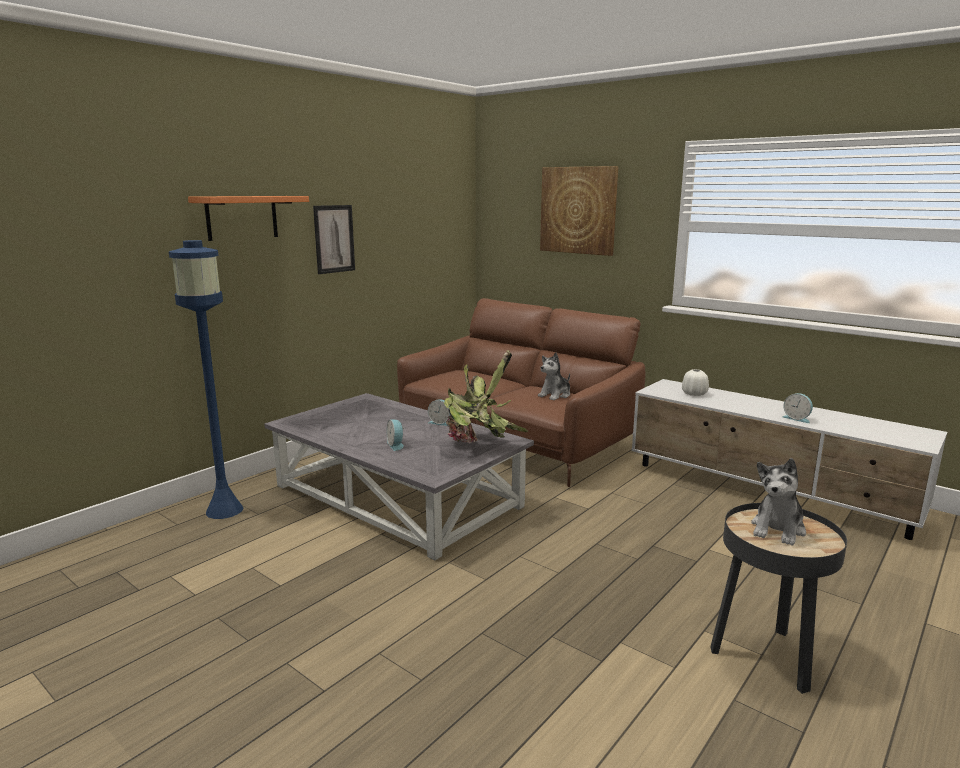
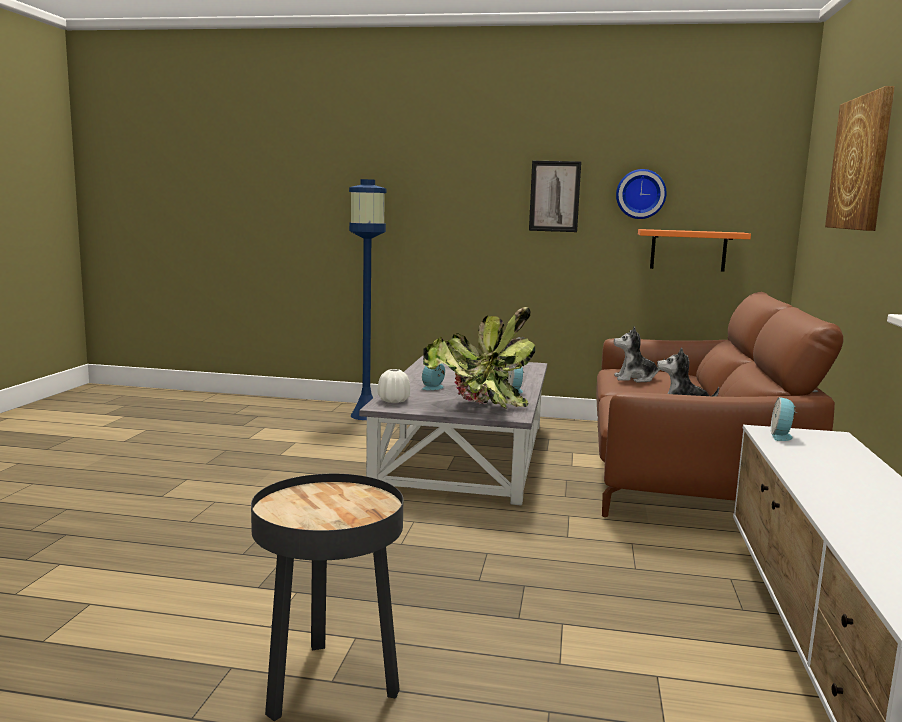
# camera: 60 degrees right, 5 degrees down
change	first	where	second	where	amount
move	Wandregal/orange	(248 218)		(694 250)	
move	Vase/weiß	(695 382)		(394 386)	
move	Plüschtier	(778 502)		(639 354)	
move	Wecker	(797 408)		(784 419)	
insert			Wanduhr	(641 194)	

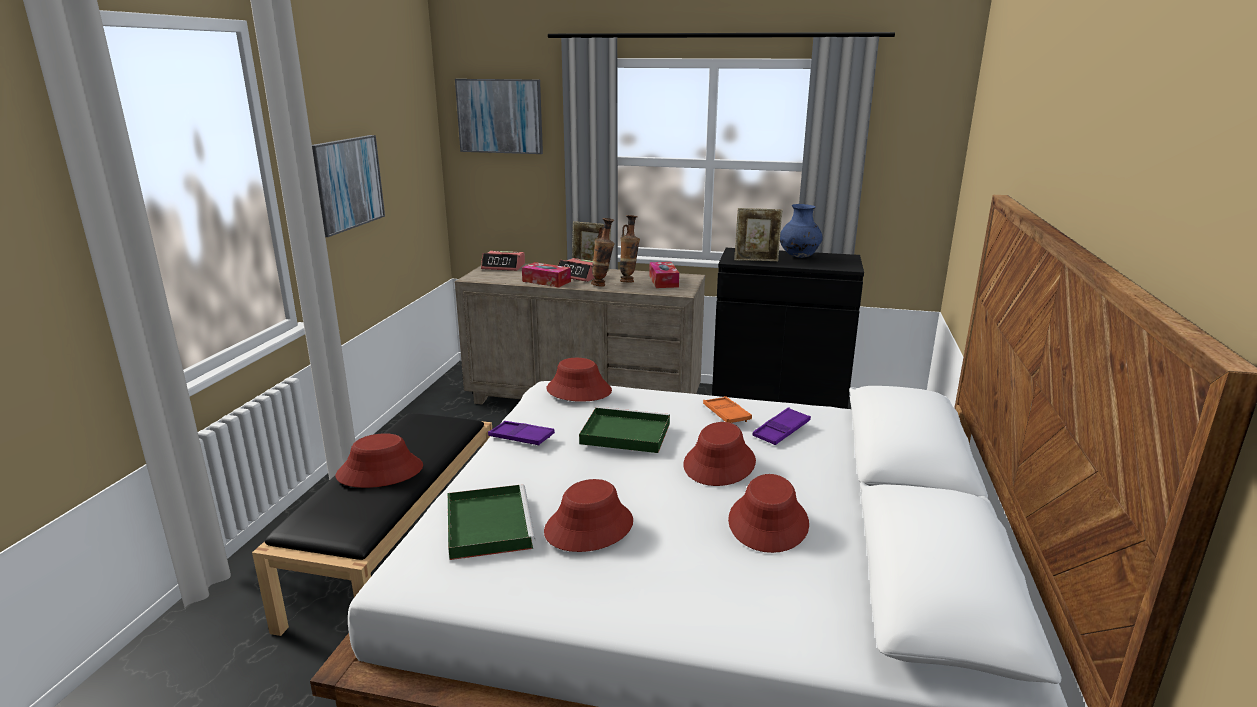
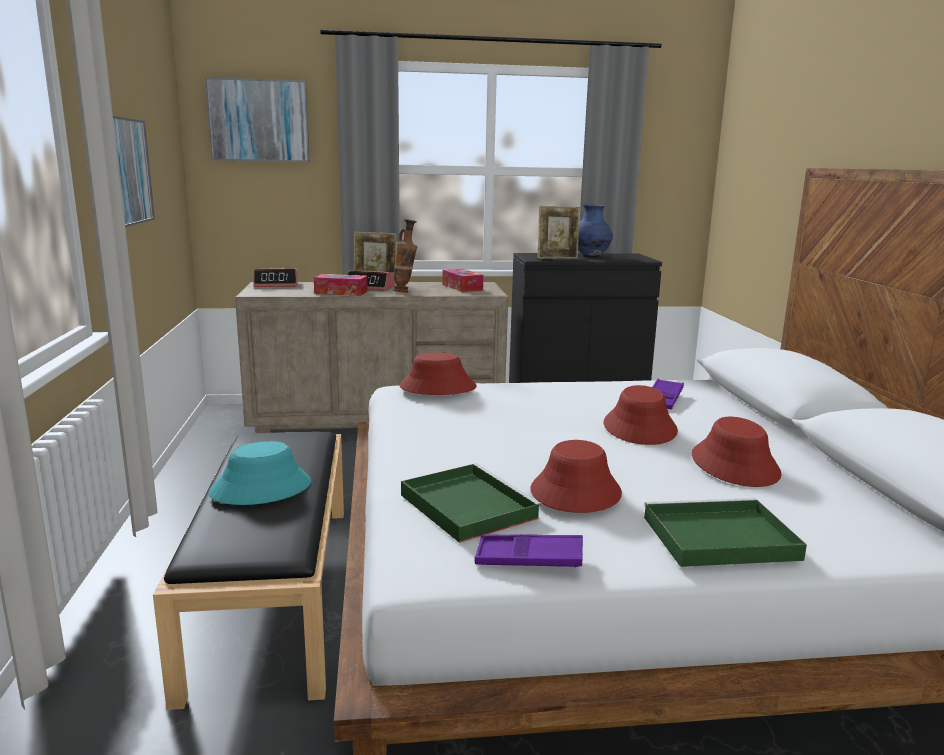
# camera: 20 degrees left, 5 degrees down
change	first	where	second	where	amount
recolor	Hut/rot	(379 460)	Hut/türkis	(260 473)	
move	Tablett/lila	(521 433)		(529 550)	
move	Tablett/grün	(624 430)		(725 532)	
delete	Vase	(630 248)			
delete	Tablett/orange	(727 409)			

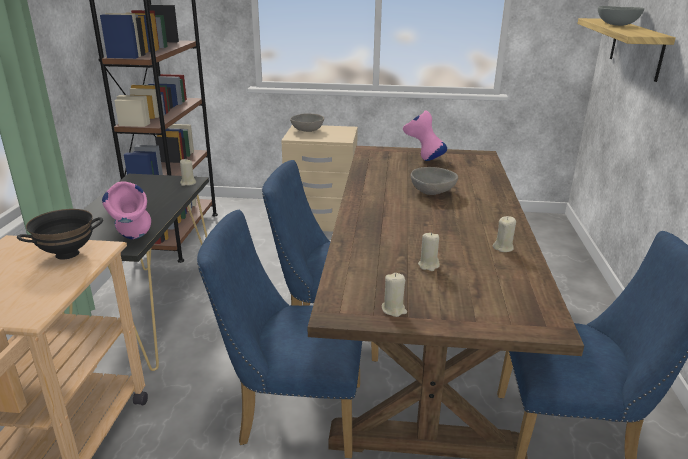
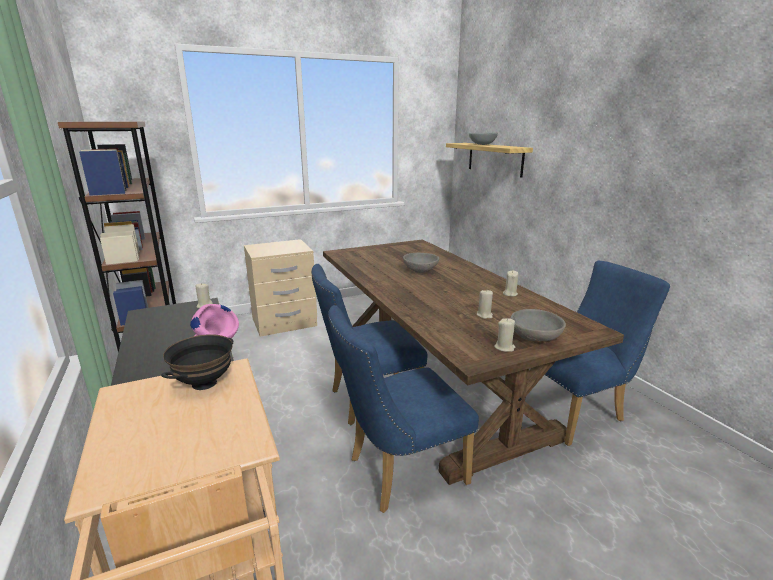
# camera: 30 degrees left, 5 degrees down
change	first	where	second	where	amount
move	Schüssel/grau	(307 123)		(538 325)	
delete	Vase/rosa	(425 135)			

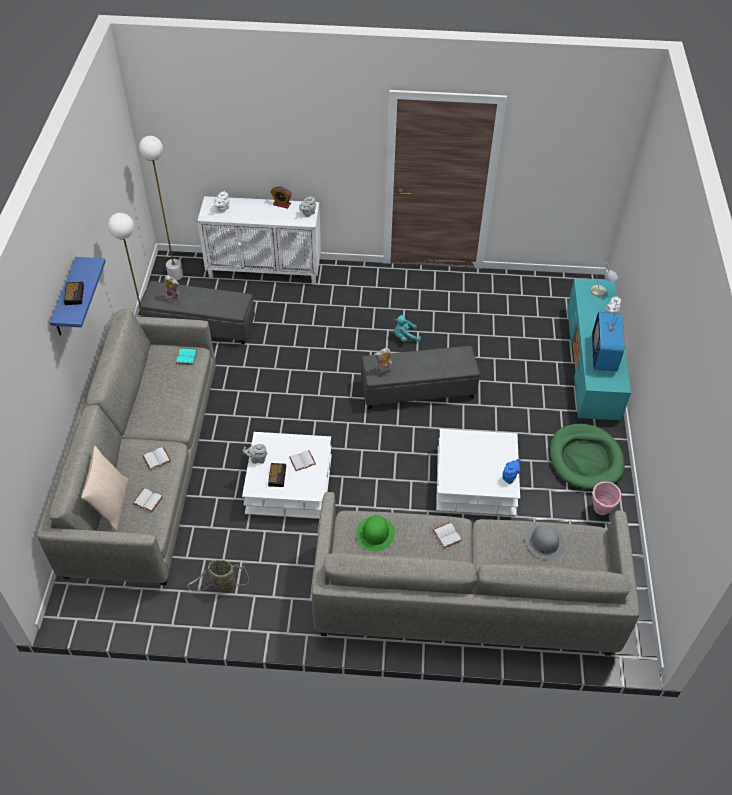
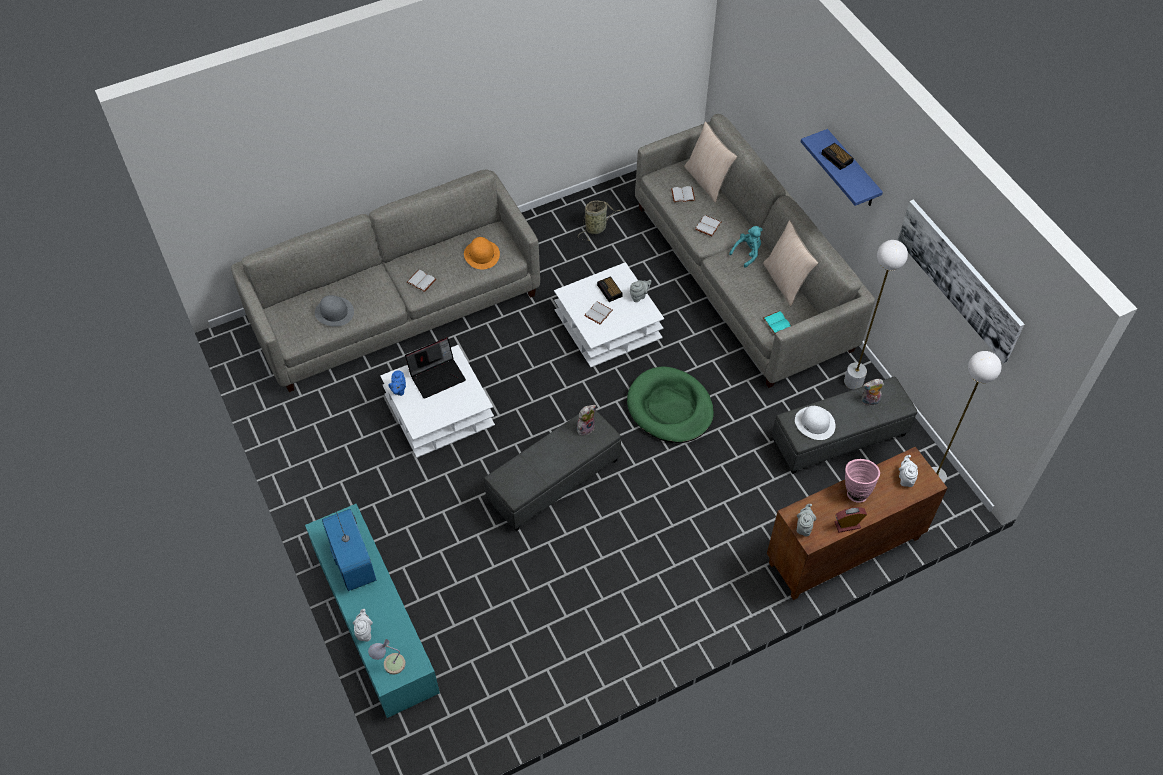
# camera: 150 degrees right, 5 degrees up
change	first	where	second	where	amount
recolor	Schrank/weiß	(259 240)	Schrank/braun	(857 523)	
recolor	Hut/grün	(375 533)	Hut/orange	(482 253)	
move	Plüschtier/türkis	(407 328)		(746 247)	
move	Hundebett/grün	(587 457)		(670 404)	
move	Vase/rosa	(606 498)		(862 481)	
insert			Laptop	(435 368)	
insert			Kissen/beige	(790 263)	
insert			Hut/weiß	(815 423)	
insert			Bild	(961 281)	

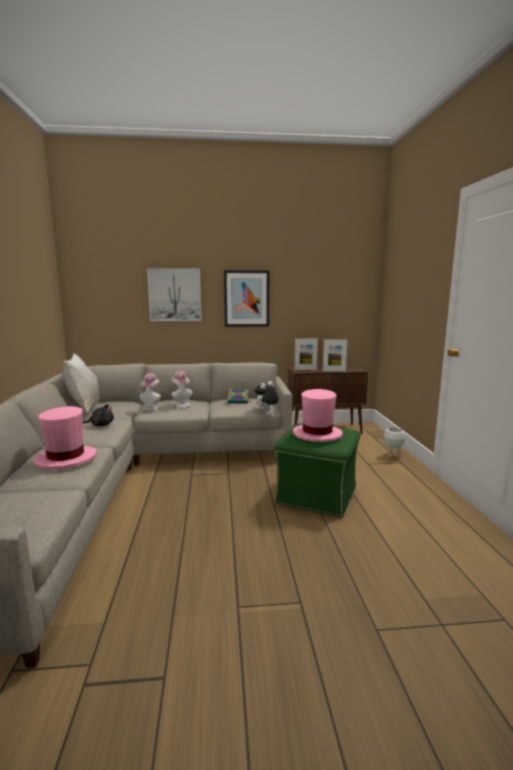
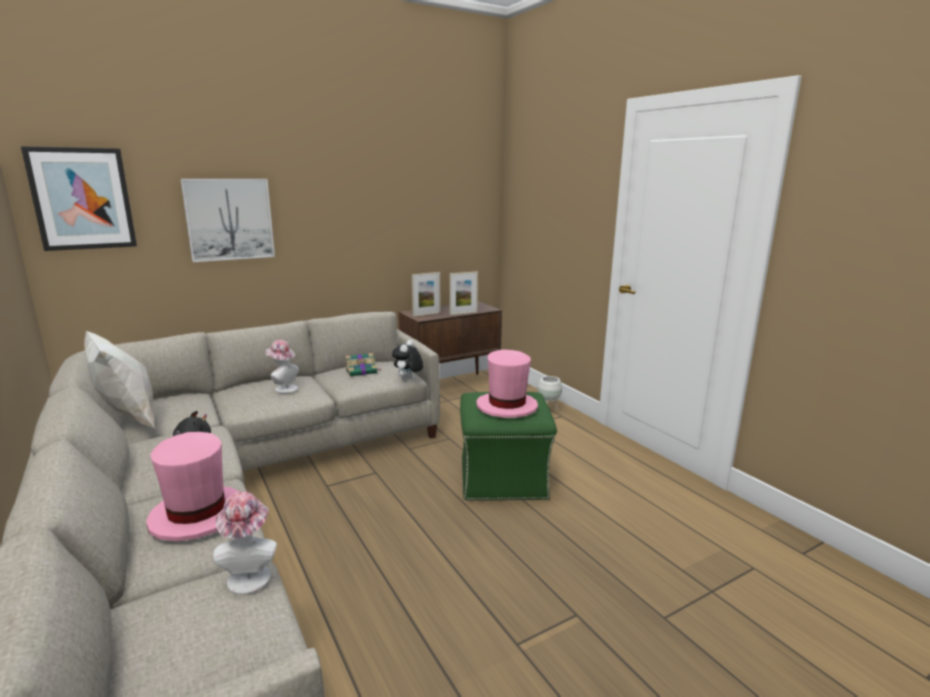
# camera: 25 degrees left, 5 degrees up
change	first	where	second	where	amount
move	Hut	(150 392)		(245 543)	
move	Bild	(246 298)		(79 198)	

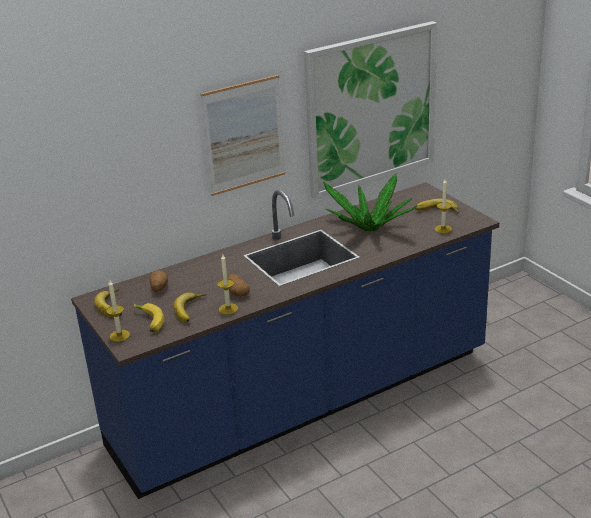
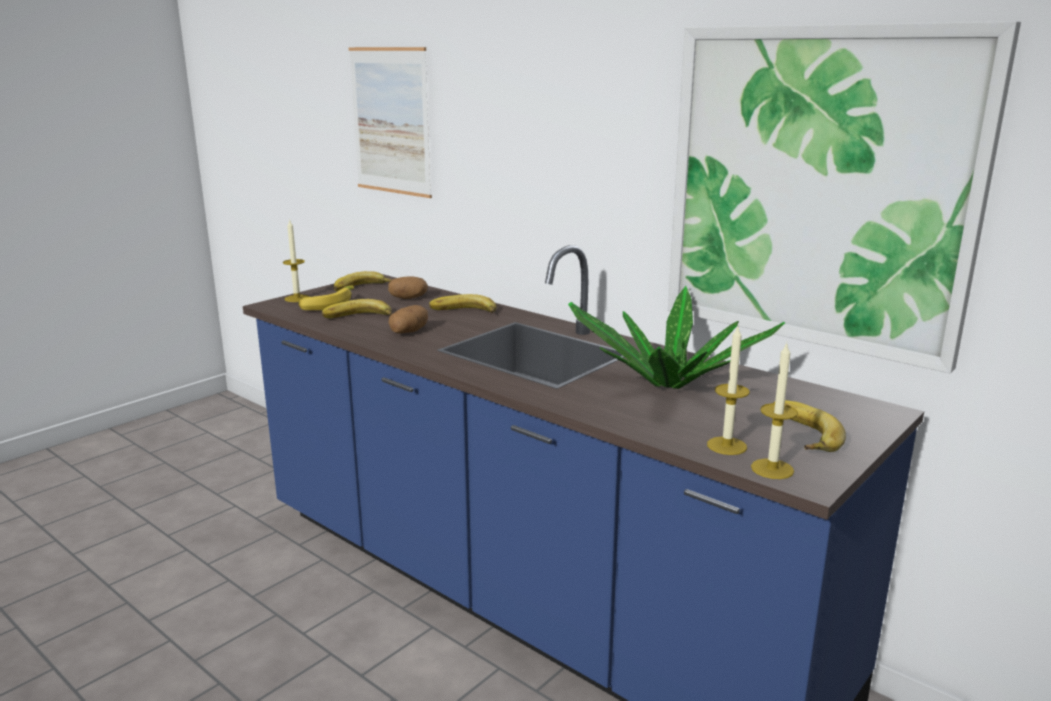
# camera: 70 degrees right, 10 degrees down
change	first	where	second	where	amount
move	Bild	(243 135)		(390 122)	
move	Kerze	(227 284)		(774 411)	
insert			Banane	(463 303)	

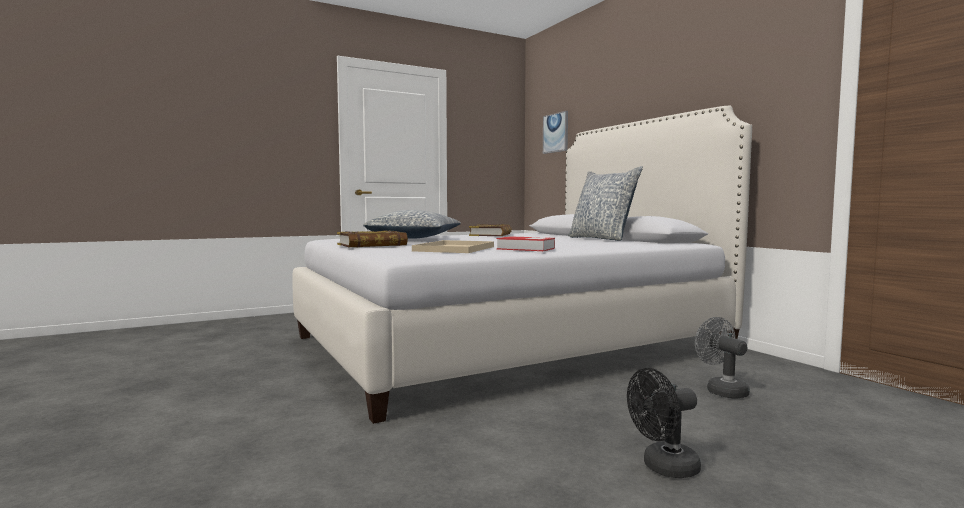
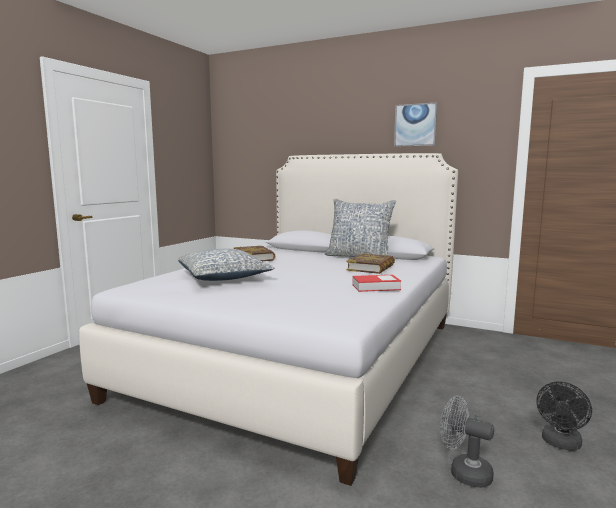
# camera: 35 degrees left, 5 degrees up
change	first	where	second	where	amount
move	Buch	(372 238)		(370 263)	
delete	Tablett/beige	(453 246)			
move	Bild	(555 132)		(415 124)	
move	Ventilator/grau	(722 357)		(467 442)	

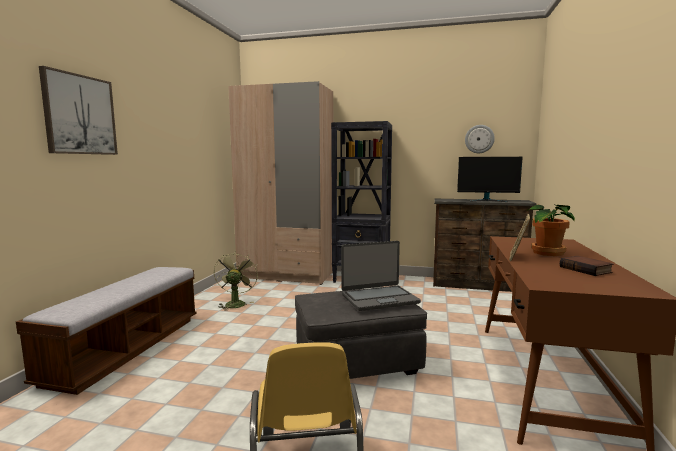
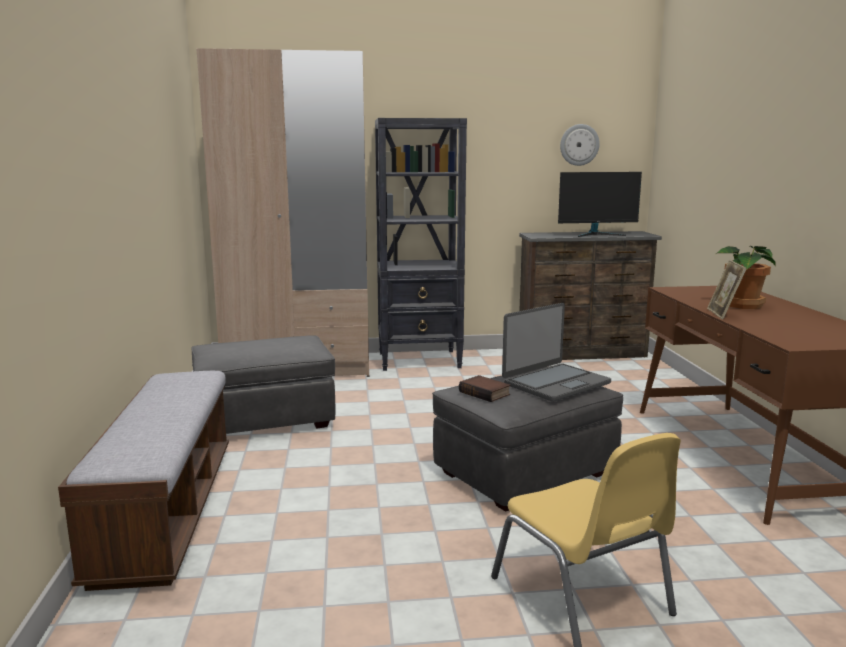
# camera: 20 degrees left, 5 degrees up
change	first	where	second	where	amount
delete	Bild	(78 110)			
replace	Ventilator/grün	(236 281)	Polsterhocker/grau	(263 384)	
move	Buch	(586 266)		(484 388)	

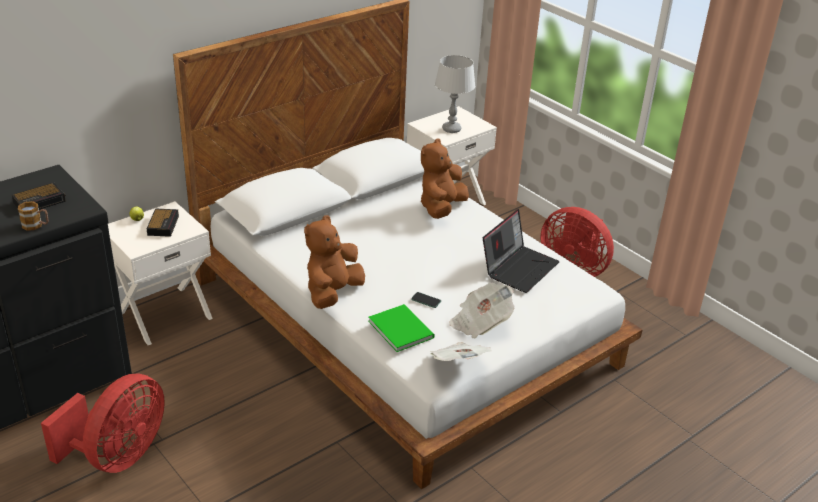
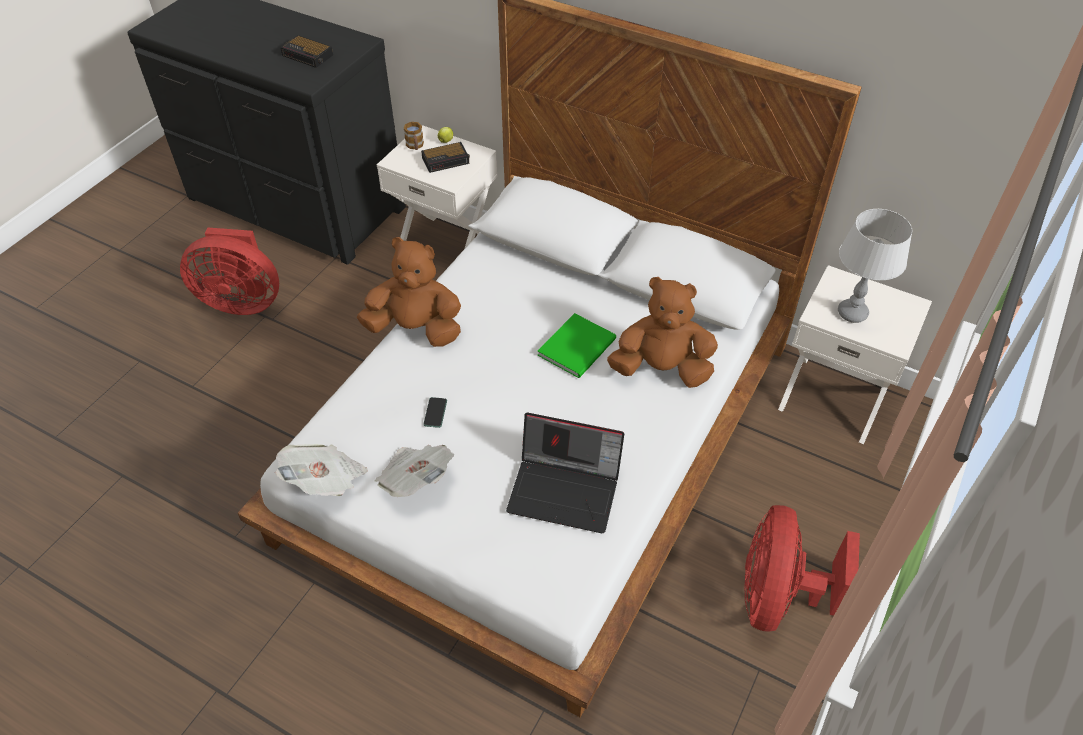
# camera: 70 degrees right, 15 degrees up
change	first	where	second	where	amount
move	Henkelbecher	(33 216)		(414 136)	
move	Buch/grün	(401 328)		(576 345)	

